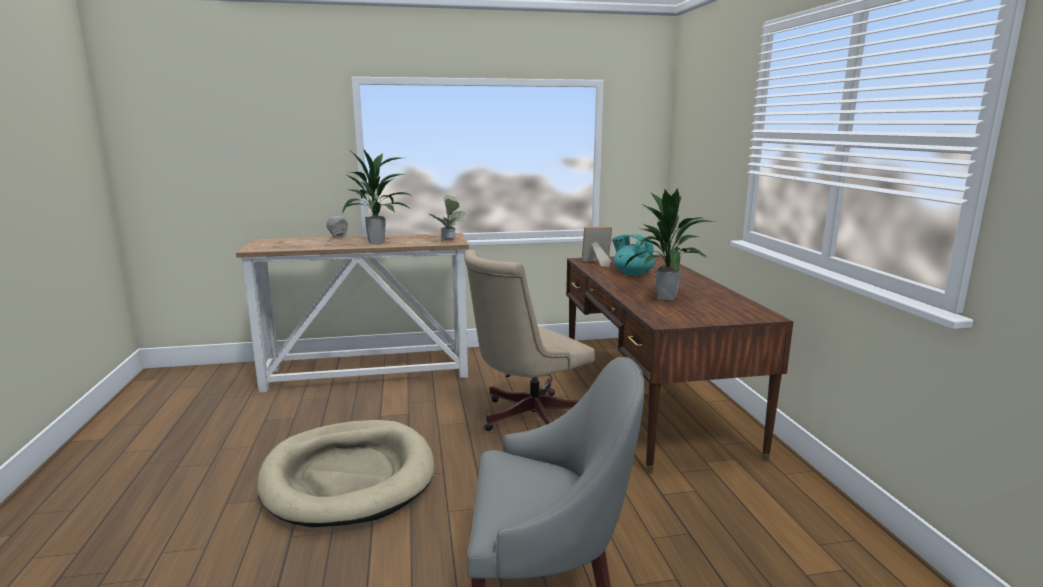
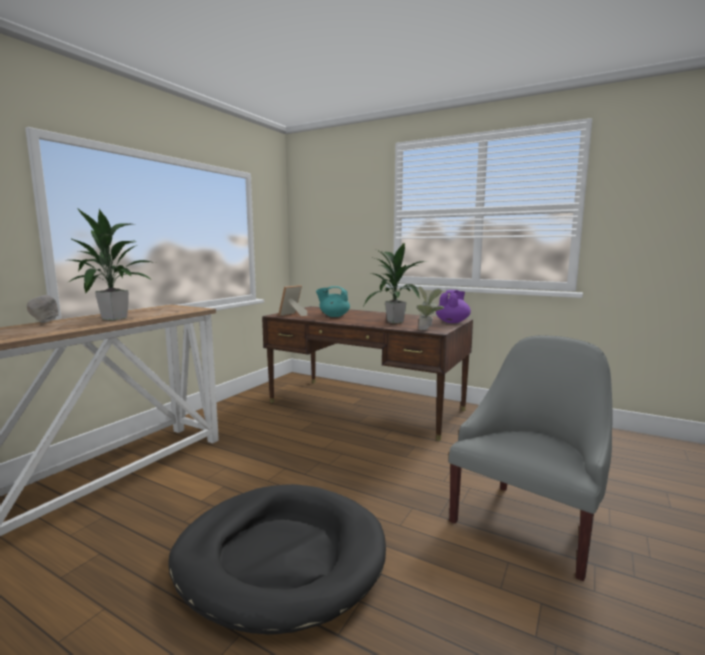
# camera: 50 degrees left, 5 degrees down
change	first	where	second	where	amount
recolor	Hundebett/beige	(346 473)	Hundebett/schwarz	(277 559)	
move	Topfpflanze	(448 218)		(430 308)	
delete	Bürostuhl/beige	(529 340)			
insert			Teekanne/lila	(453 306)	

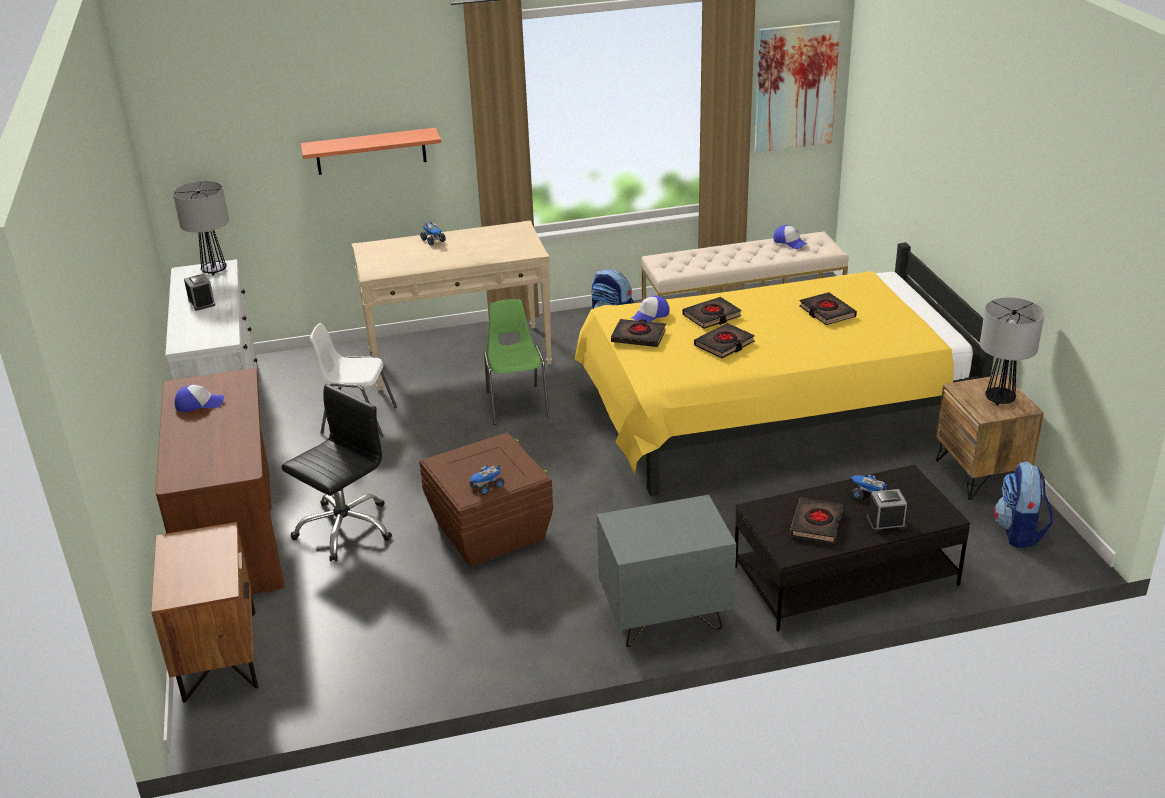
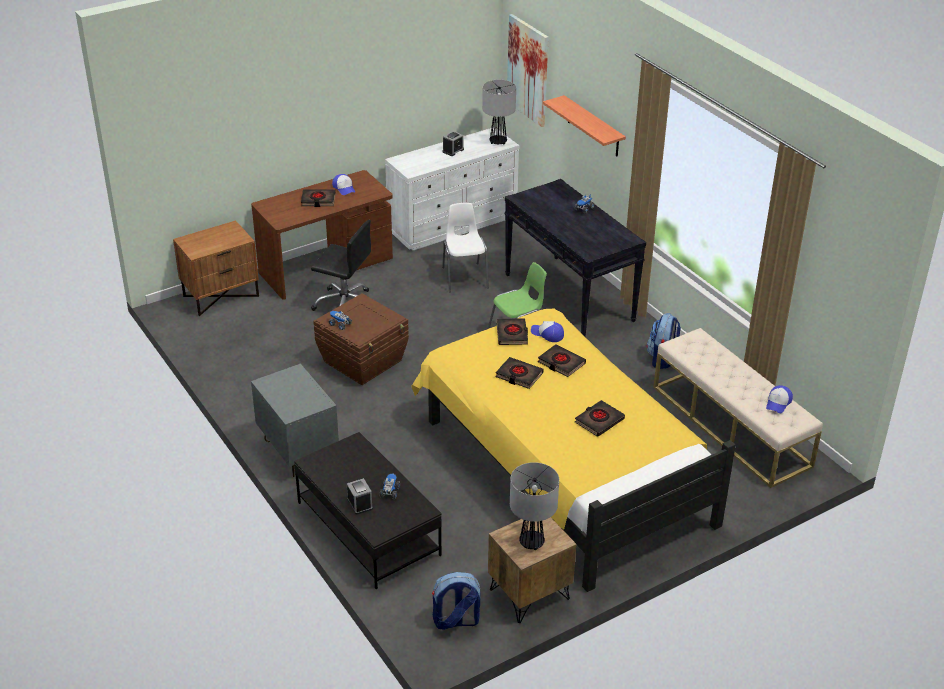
# camera: 70 degrees right, 5 degrees up
change	first	where	second	where	amount
recolor	Konsolentisch/beige	(452 305)	Konsolentisch/schwarz	(575 257)	
move	Bild	(798 87)		(528 70)	
move	Buch/schwarz	(816 520)		(318 198)	

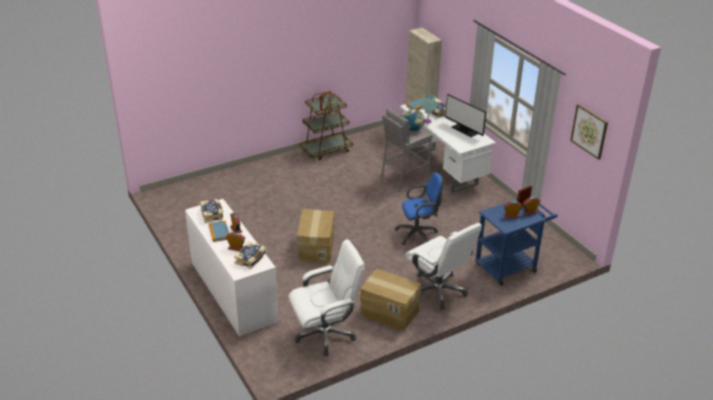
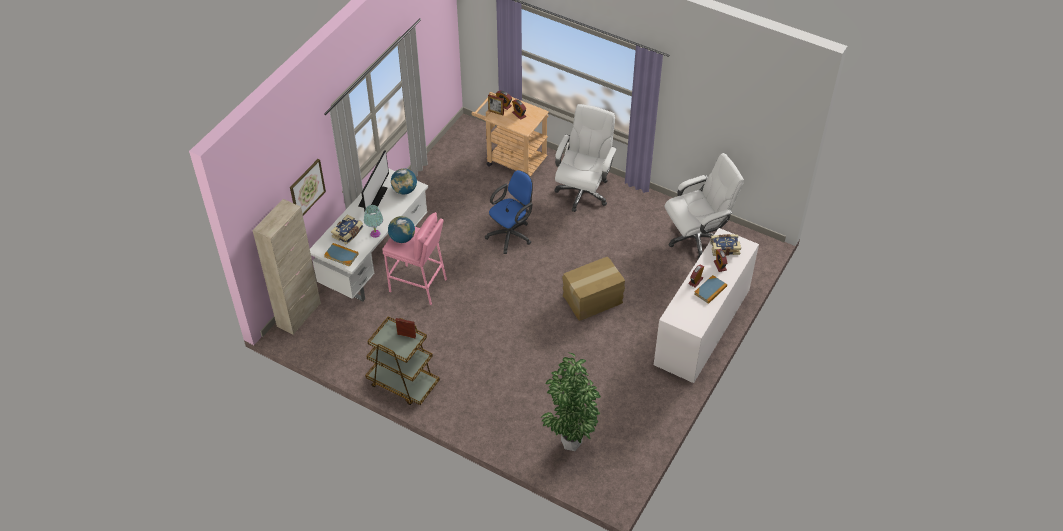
# camera: 120 degrees left, 15 degrees up
change	first	where	second	where	amount
delete	Buch	(211 211)			
rotate	Bürostuhl/weiß	(327 297)		(704 206)	120 degrees clockwise
delete	Karton	(391 300)			
recolor	Hocker/grau	(406 150)	Hocker/rosa	(414 258)	
rotate	Bürostuhl/blau	(419 208)		(509 212)	90 degrees clockwise
recolor	Rollwagen/blau	(516 242)	Rollwagen/beige	(510 134)	
move	Bild	(589 132)		(308 187)	
insert			Globus	(404 181)	
insert			Topfpflanze	(570 401)	

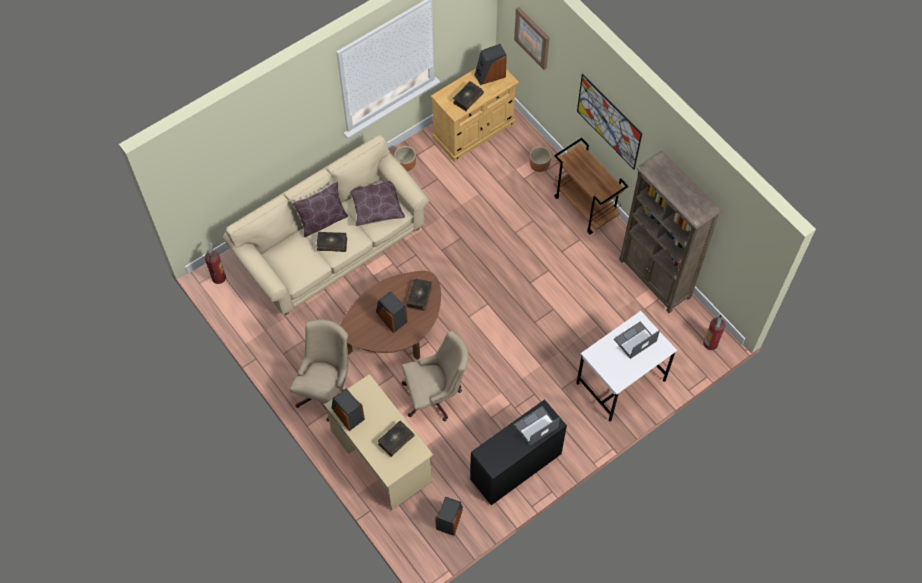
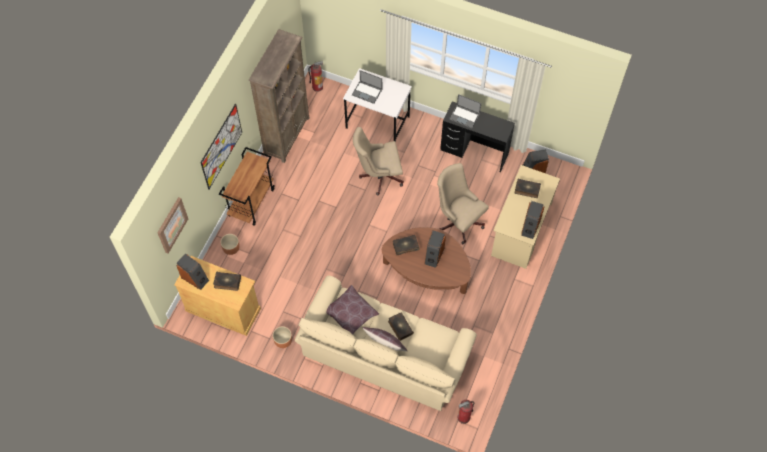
# camera: 120 degrees left, 0 degrees up
change	first	where	second	where	amount
move	Bürostuhl/beige	(319 370)		(378 161)	

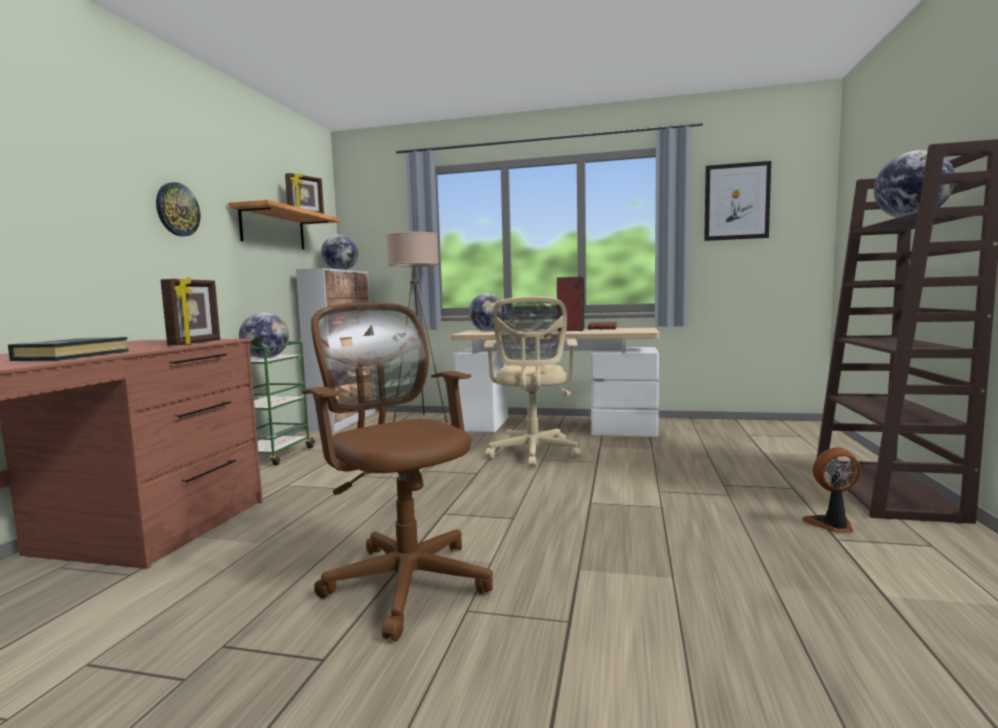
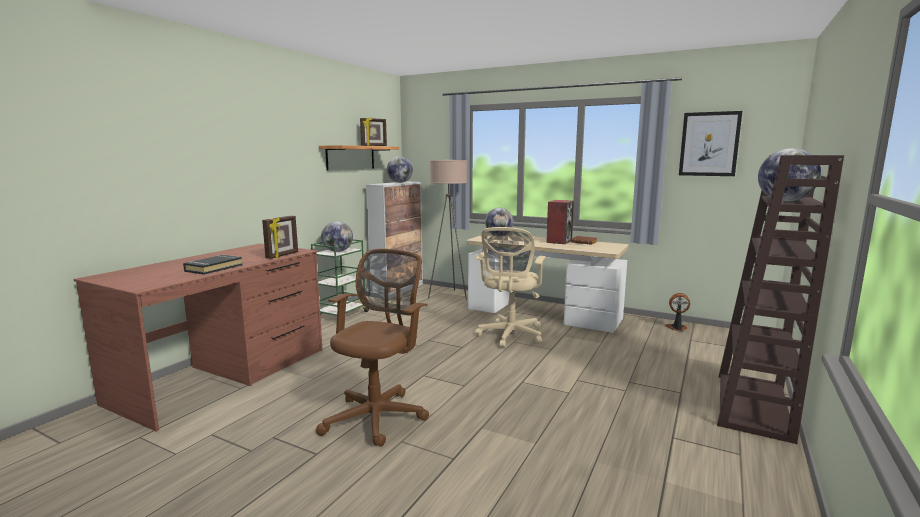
# camera: 15 degrees right, 5 degrees up
change	first	where	second	where	amount
delete	Wanduhr	(178 209)			
rotate	Bürostuhl/braun	(397 471)		(372 348)	45 degrees clockwise
move	Ventilator	(832 489)		(677 312)	

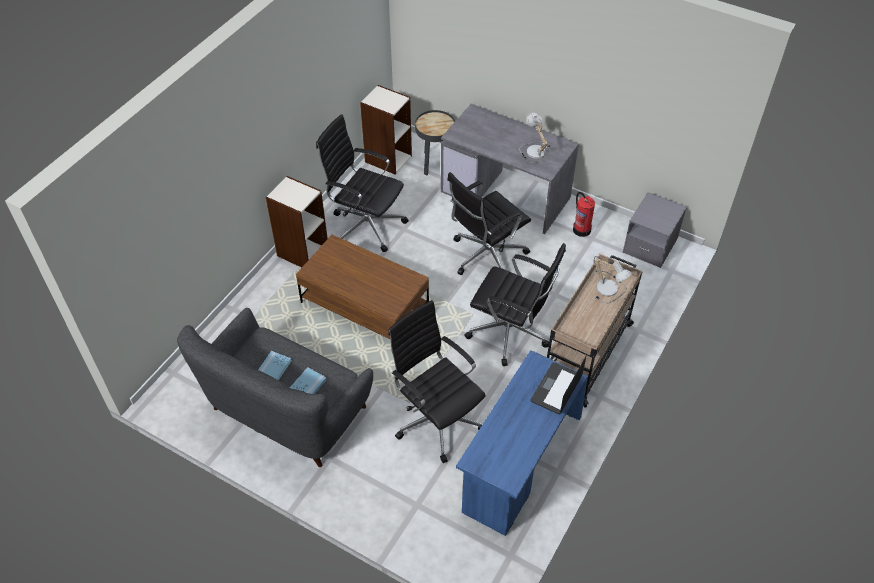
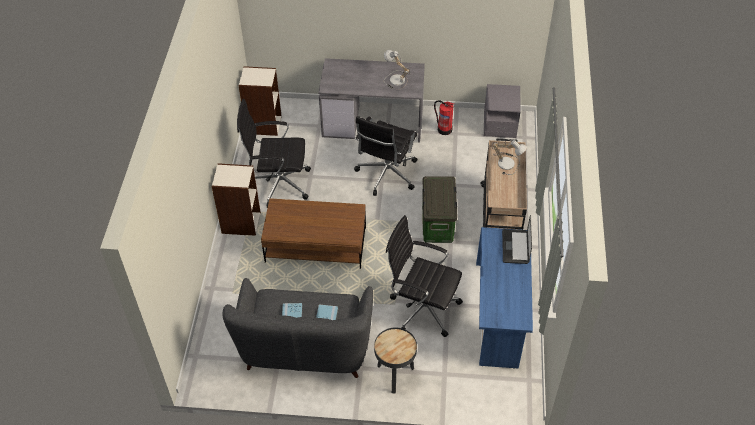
# camera: 25 degrees left, 0 degrees up
change	first	where	second	where	amount
move	Beistelltisch/schwarz	(435 142)		(395 360)	
replace	Bürostuhl/schwarz	(515 304)	Aufbewahrungsbox	(439 209)	

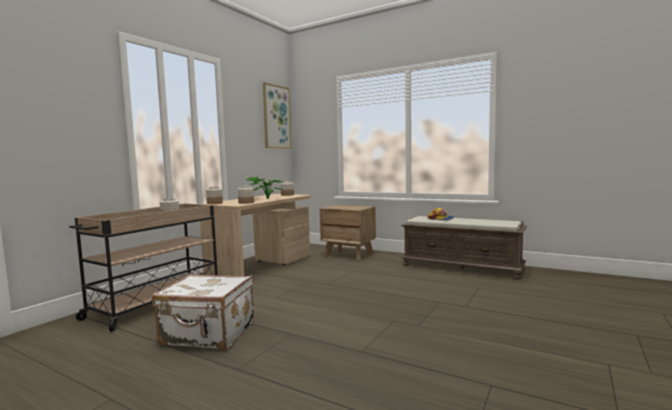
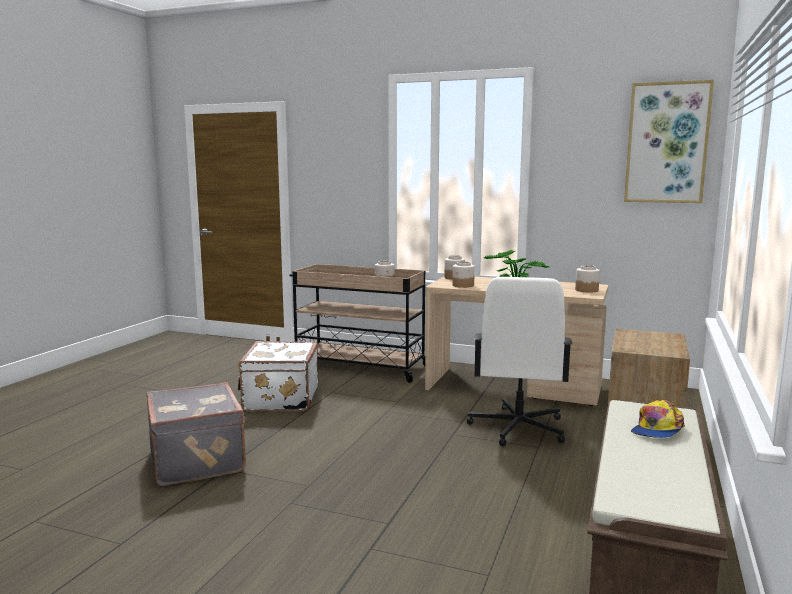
# camera: 80 degrees right, 5 degrees up
change	first	where	second	where	amount
insert			Koffer/grau	(196 434)	
insert			Bürostuhl/weiß	(519 361)	

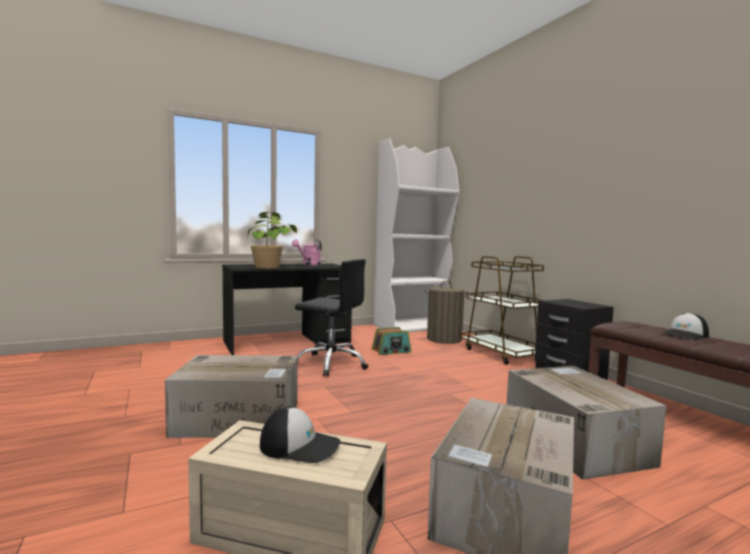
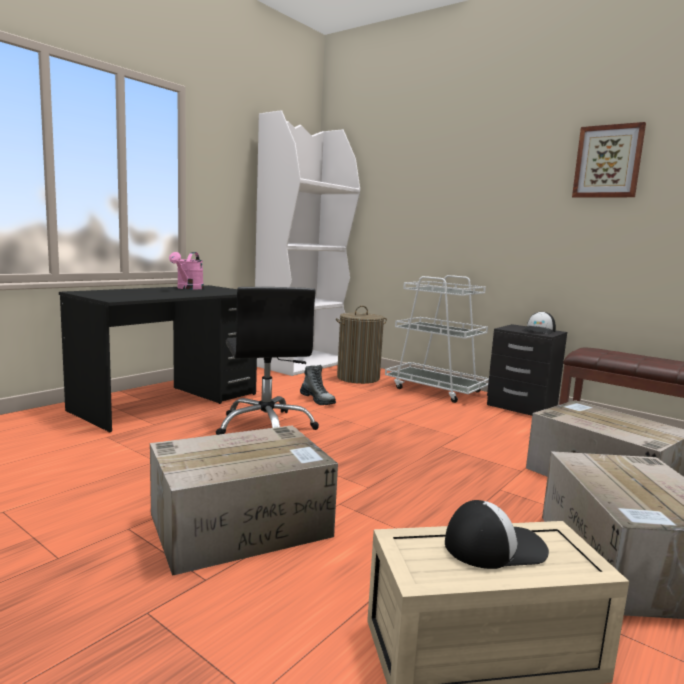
# camera: 25 degrees left, 5 degrees up
change	first	where	second	where	amount
delete	Topfpflanze	(272 240)			
rotate	Bürostuhl/schwarz	(331 318)		(267 361)	75 degrees clockwise
replace	Radio	(391 341)	Stiefel	(318 385)	
recolor	Rollwagen/braun	(502 310)	Rollwagen/weiß	(437 339)	
move	Kappe	(685 326)		(539 322)	
insert			Bild	(609 160)	

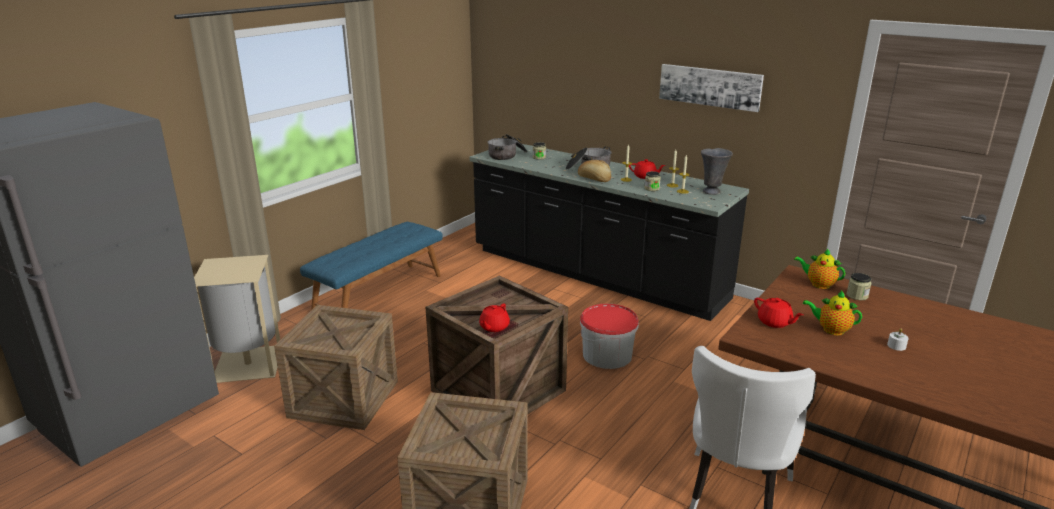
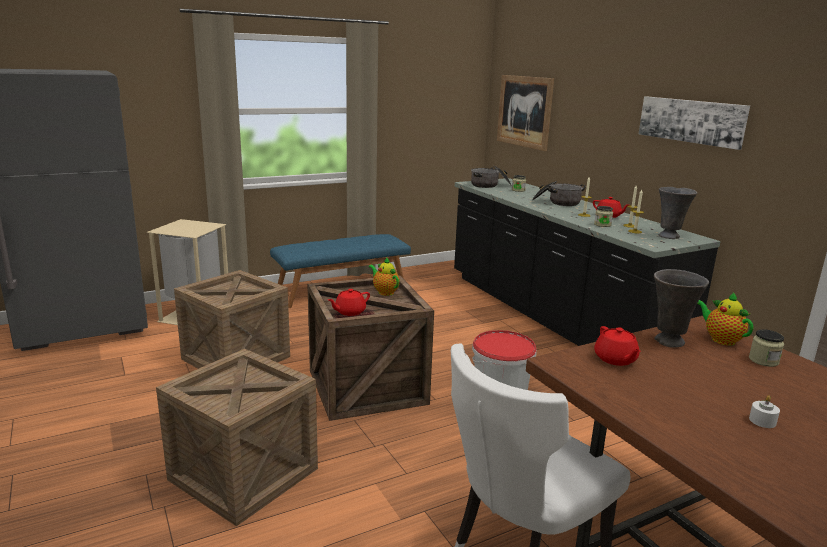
# camera: 25 degrees right, 5 degrees down
change	first	where	second	where	amount
delete	Brot	(594 171)			
move	Teekanne	(832 313)		(384 276)	
insert			Bild	(525 113)	
insert			Vase/grau	(681 308)	

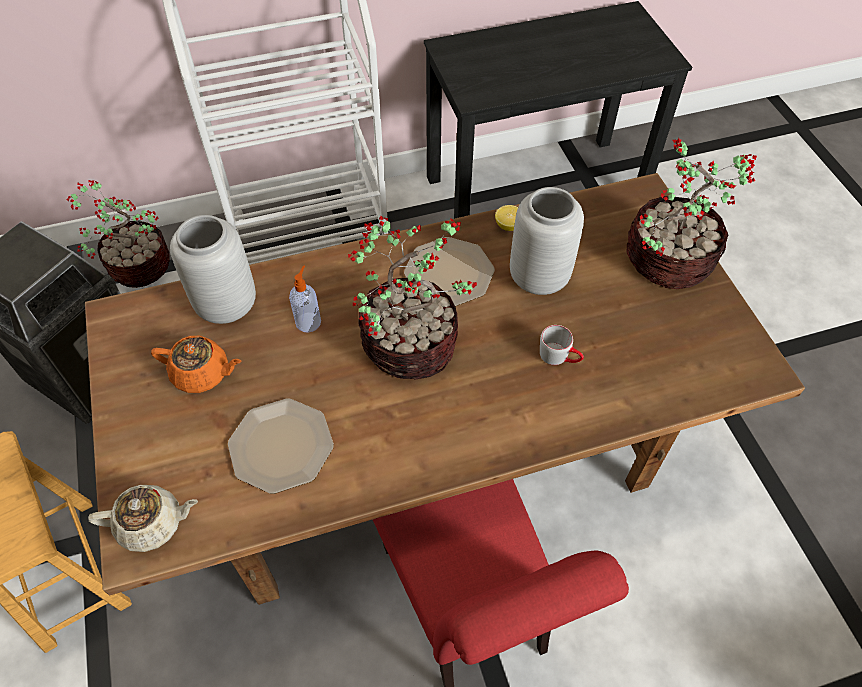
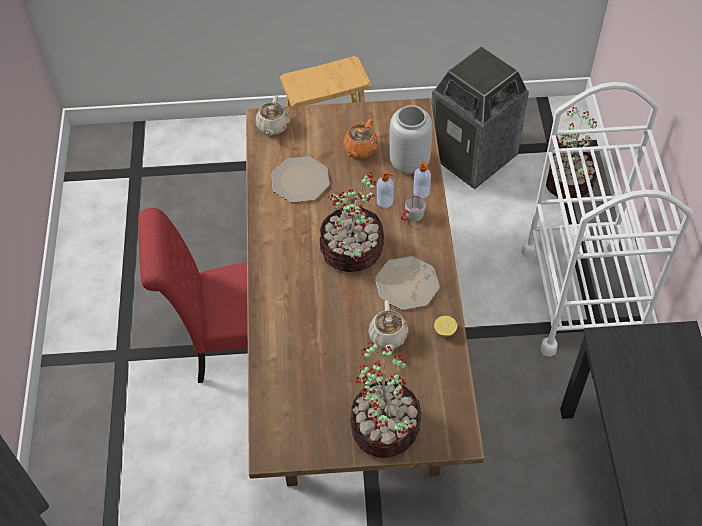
# camera: 105 degrees right, 0 degrees up
change	first	where	second	where	amount
replace	Vase/grau	(547 241)	Teekanne/beige	(389 326)	
move	Henkelbecher/grau	(562 345)		(413 208)	
insert			Seifenspender	(422 179)	

